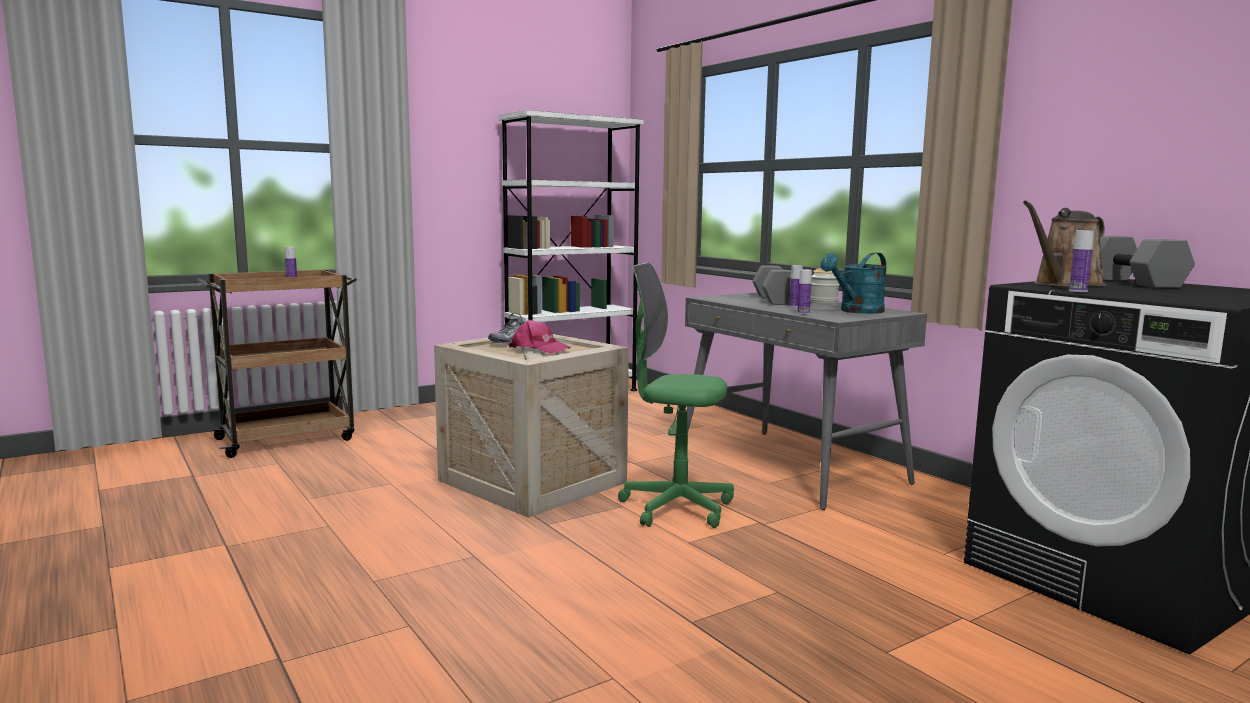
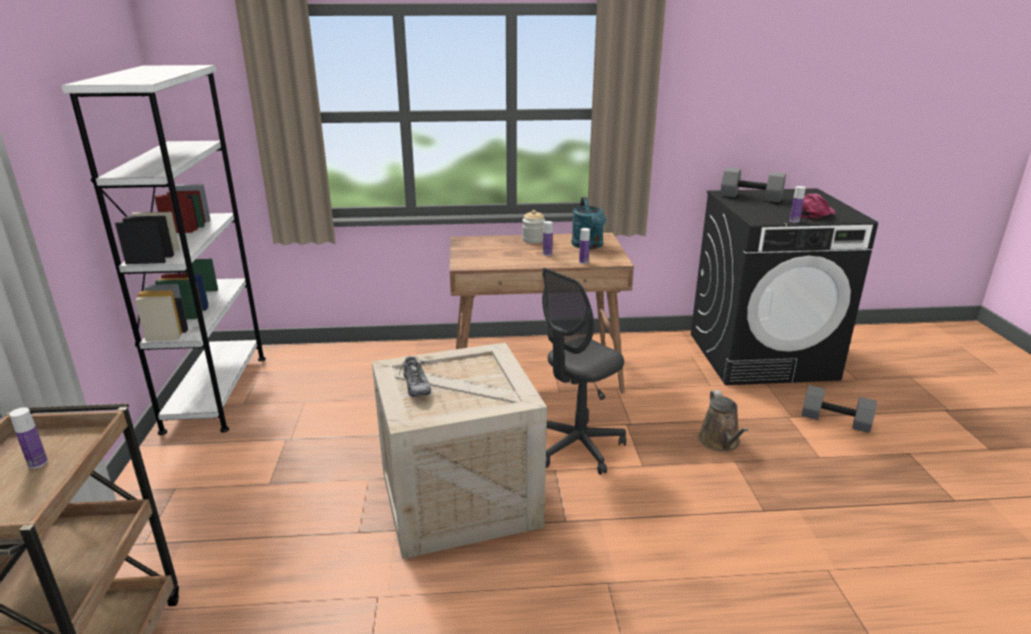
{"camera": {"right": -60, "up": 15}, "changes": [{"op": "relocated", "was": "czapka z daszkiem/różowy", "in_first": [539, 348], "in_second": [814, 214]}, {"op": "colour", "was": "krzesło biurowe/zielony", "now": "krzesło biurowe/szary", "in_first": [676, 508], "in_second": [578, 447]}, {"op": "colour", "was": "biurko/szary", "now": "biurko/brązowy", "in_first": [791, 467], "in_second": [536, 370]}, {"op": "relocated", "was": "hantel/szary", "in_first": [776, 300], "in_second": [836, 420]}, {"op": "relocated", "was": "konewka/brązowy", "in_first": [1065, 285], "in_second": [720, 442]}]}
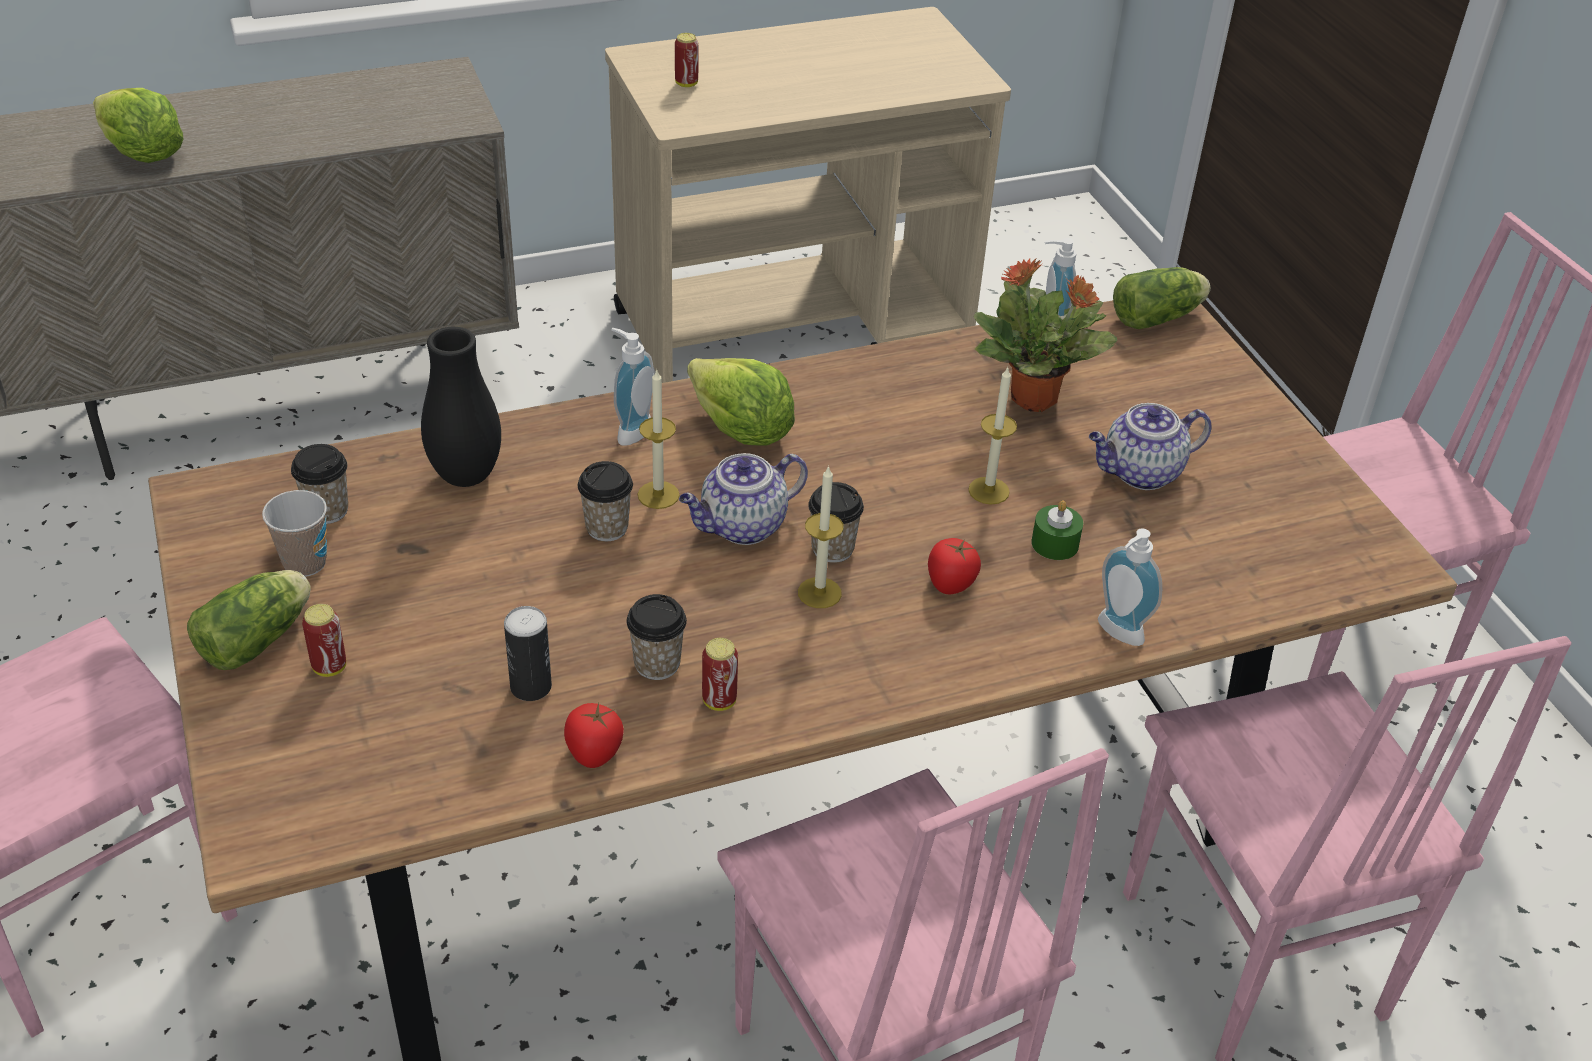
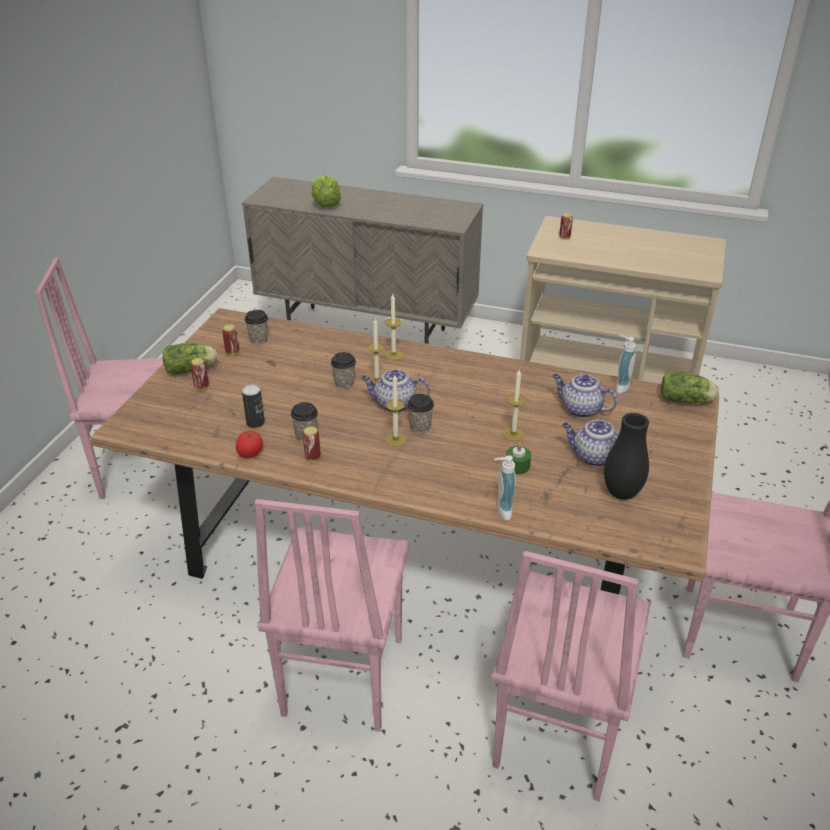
{"camera": {"right": 40, "up": -5}, "changes": [{"op": "exchanged", "was": "filiżanka", "now": "puszka", "in_first": [305, 563], "in_second": [232, 353]}, {"op": "relocated", "was": "wazon/czarny", "in_first": [466, 476], "in_second": [621, 493]}, {"op": "exchanged", "was": "dozownik mydła", "now": "świeca", "in_first": [630, 430], "in_second": [393, 355]}, {"op": "missing", "was": "sałata", "in_first": [741, 432]}, {"op": "missing", "was": "pomidor", "in_first": [950, 583]}, {"op": "exchanged", "was": "roślina doniczkowa", "now": "imbryk", "in_first": [1035, 399], "in_second": [580, 409]}]}
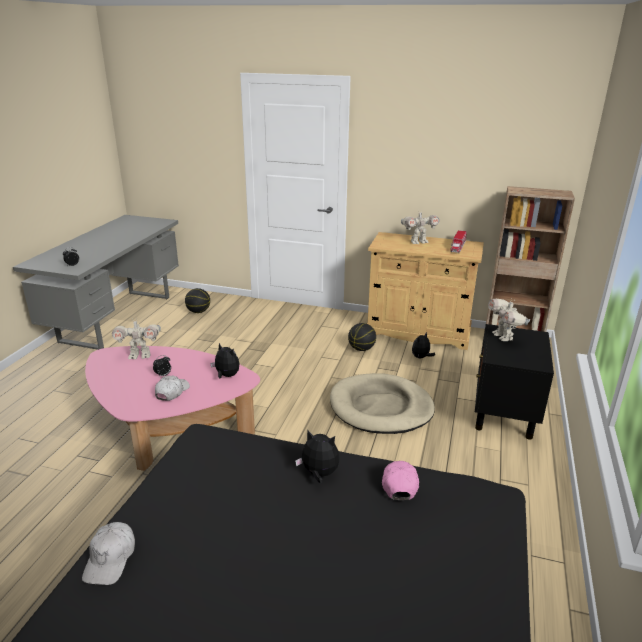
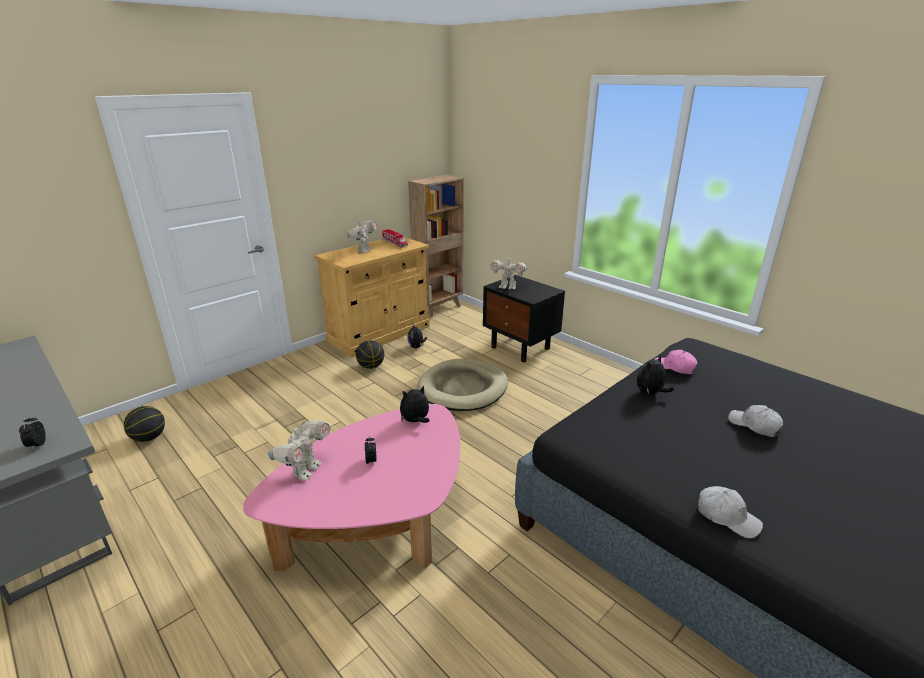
{"camera": {"right": -60, "up": 0}, "changes": [{"op": "relocated", "was": "czapka z daszkiem/biały", "in_first": [172, 392], "in_second": [754, 425]}]}
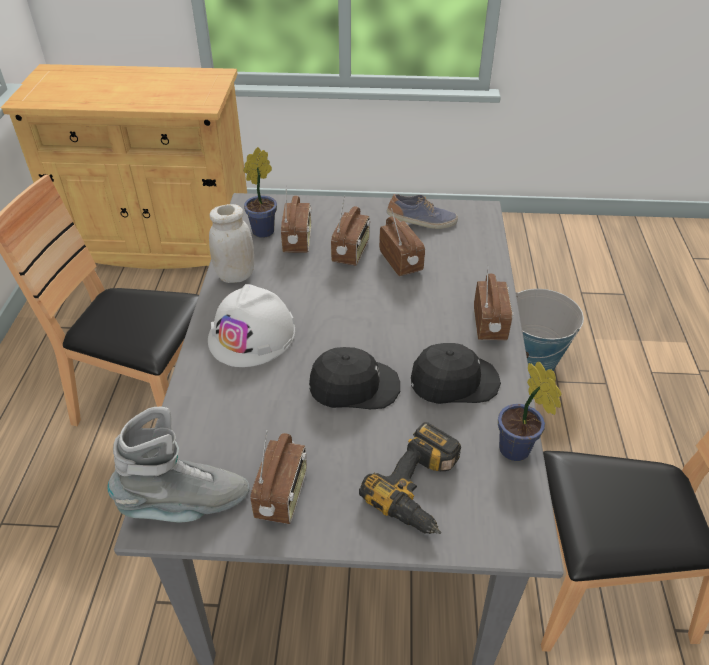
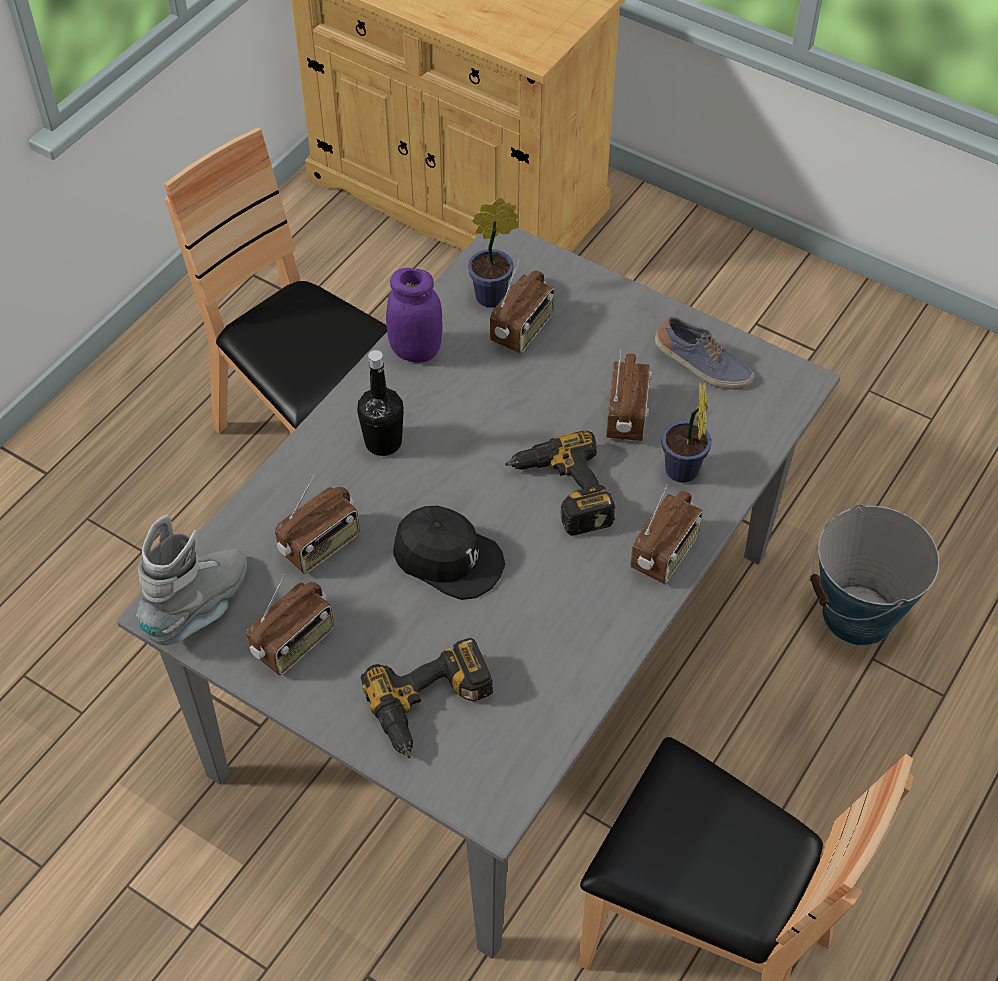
{"camera": {"right": 30, "up": 10}, "changes": [{"op": "spun", "was": "but z cholewką/szary", "in_first": [186, 505], "in_second": [200, 608], "clockwise": -75}, {"op": "exchanged", "was": "kask/biały", "now": "butelka/czarny", "in_first": [252, 335], "in_second": [383, 442]}, {"op": "colour", "was": "słoik/biały", "now": "słoik/fioletowy", "in_first": [235, 276], "in_second": [416, 351]}, {"op": "relocated", "was": "radio", "in_first": [351, 252], "in_second": [321, 546]}, {"op": "missing", "was": "czapka z daszkiem/czarny", "in_first": [454, 382]}, {"op": "relocated", "was": "roślina doniczkowa", "in_first": [517, 452], "in_second": [682, 474]}, {"op": "appeared", "now": "wiertarka", "in_second": [560, 492]}]}
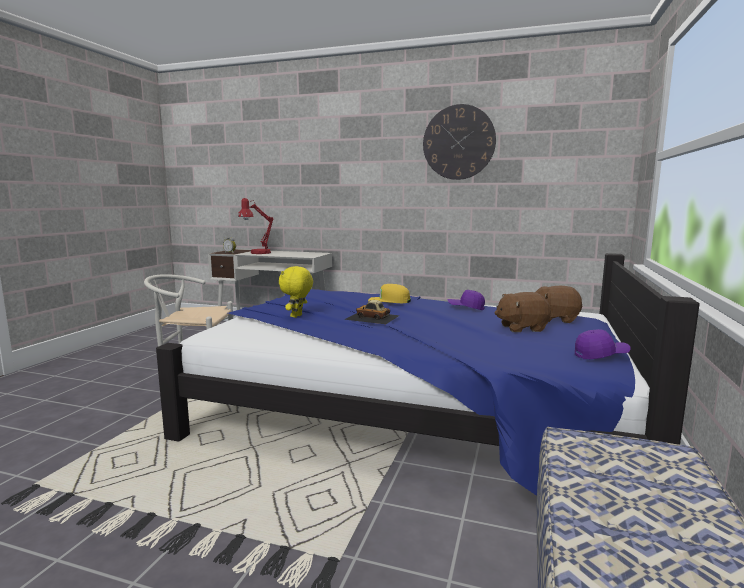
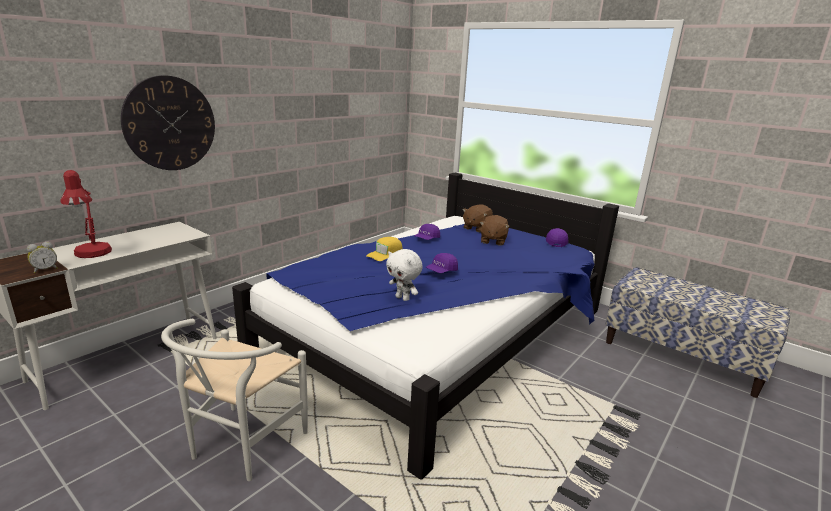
{"camera": {"right": -70, "up": 10}, "changes": [{"op": "colour", "was": "pluszak/żółty", "now": "pluszak/biały", "in_first": [297, 317], "in_second": [403, 298]}, {"op": "exchanged", "was": "samochodzik", "now": "czapka z daszkiem/fioletowy", "in_first": [372, 317], "in_second": [441, 271]}, {"op": "relocated", "was": "zegar ścienny", "in_first": [458, 142], "in_second": [170, 124]}]}
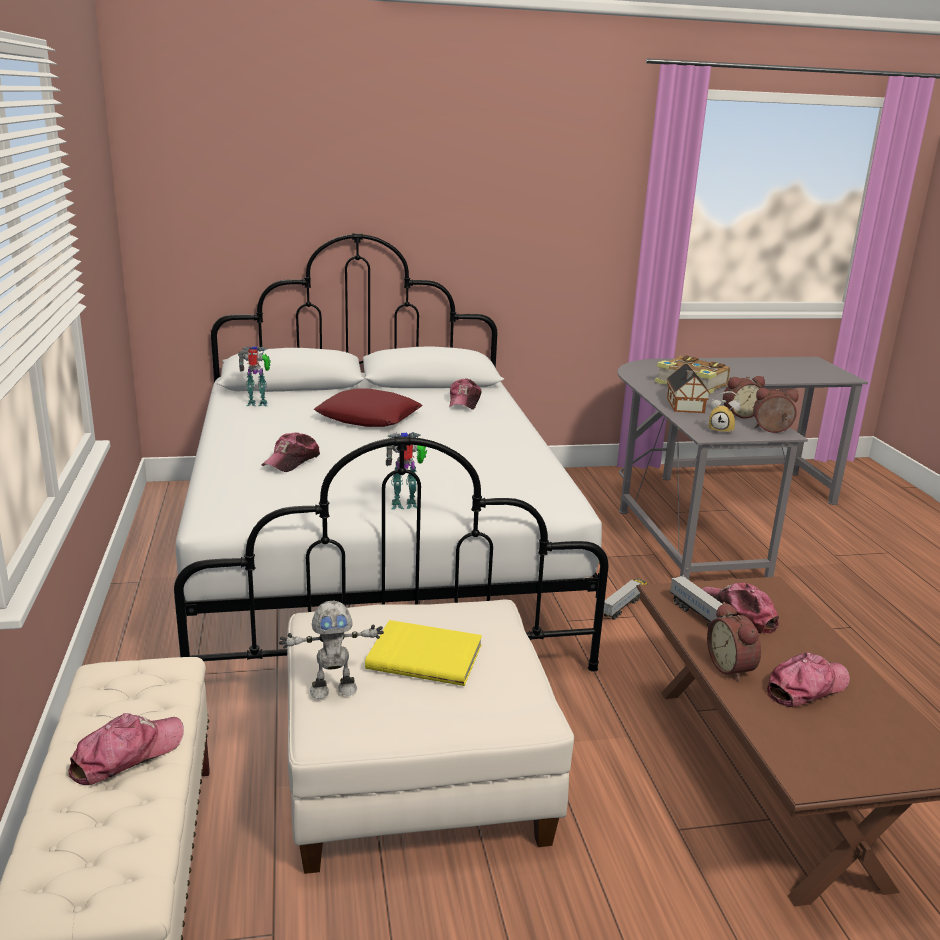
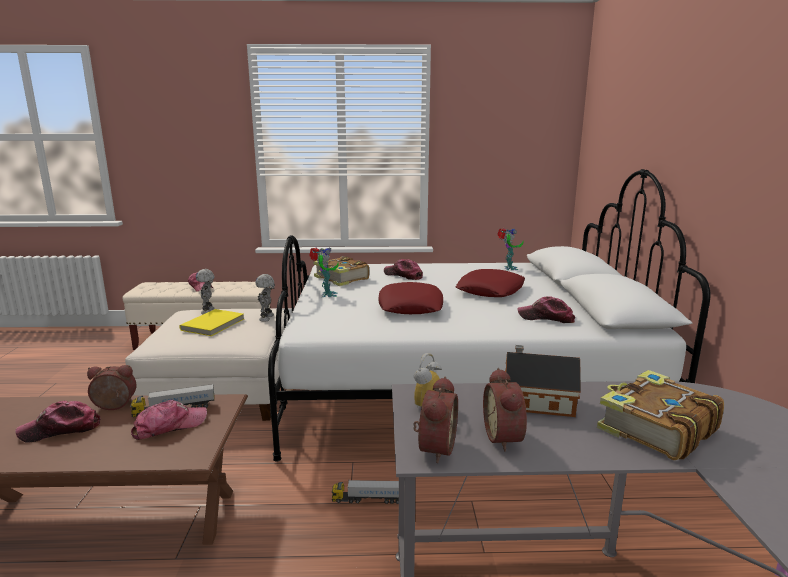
{"camera": {"right": 100, "up": -5}, "changes": [{"op": "spun", "was": "ciężarówka zabawkowa", "in_first": [624, 606], "in_second": [369, 499], "clockwise": 135}, {"op": "spun", "was": "czapka z daszkiem", "in_first": [806, 688], "in_second": [61, 429], "clockwise": 90}, {"op": "appeared", "now": "robot zabawkowy", "in_second": [267, 318]}, {"op": "appeared", "now": "książka", "in_second": [341, 279]}, {"op": "appeared", "now": "poduszka/czerwony", "in_second": [411, 306]}]}
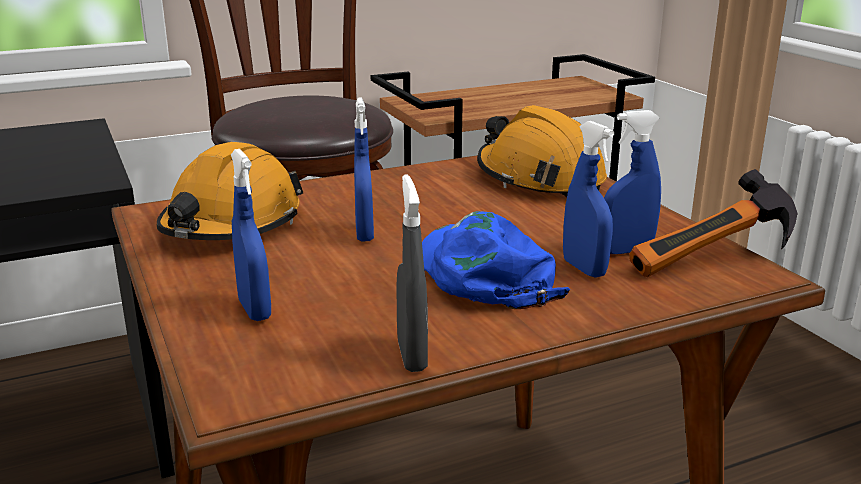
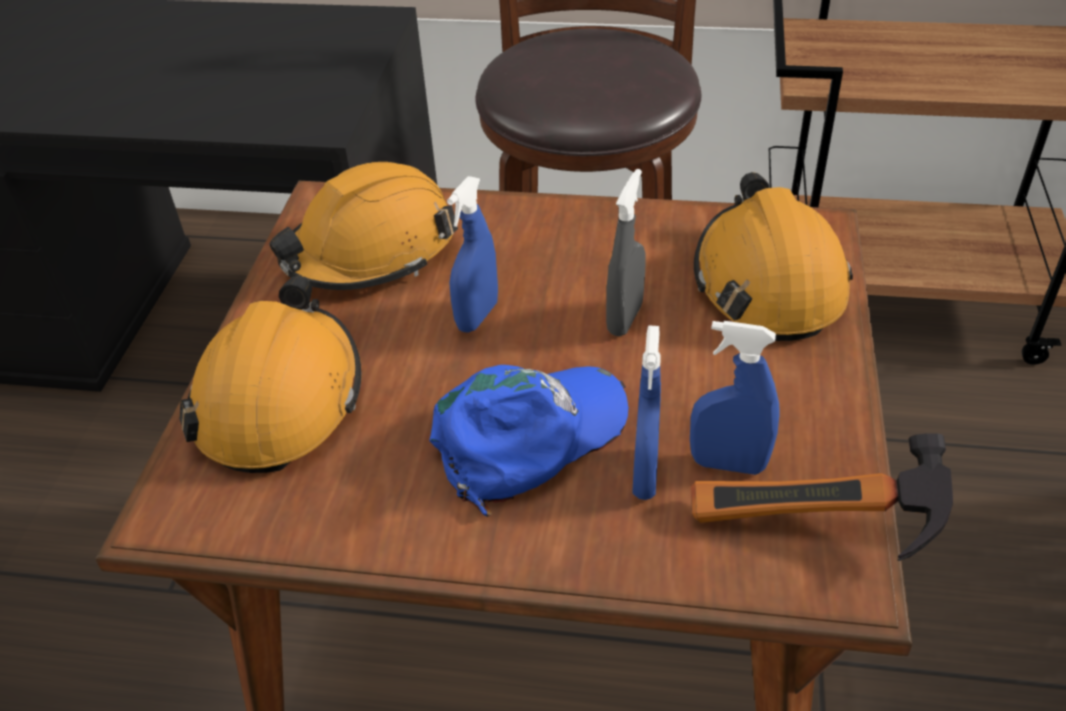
{"camera": {"right": 35, "up": 20}, "changes": [{"op": "exchanged", "was": "spryskiwacz/niebieski", "now": "kask/pomarańczowy", "in_first": [254, 310], "in_second": [280, 399]}, {"op": "relocated", "was": "spryskiwacz/szary", "in_first": [412, 356], "in_second": [625, 318]}, {"op": "spun", "was": "czapka z daszkiem/niebieski", "in_first": [483, 274], "in_second": [529, 436], "clockwise": 45}]}
